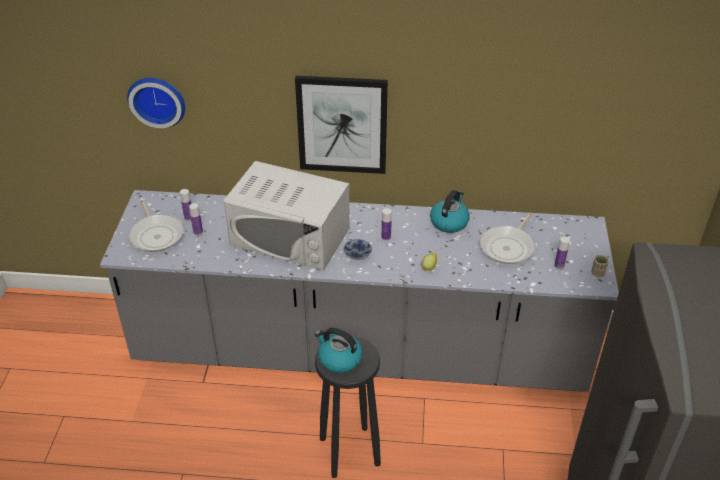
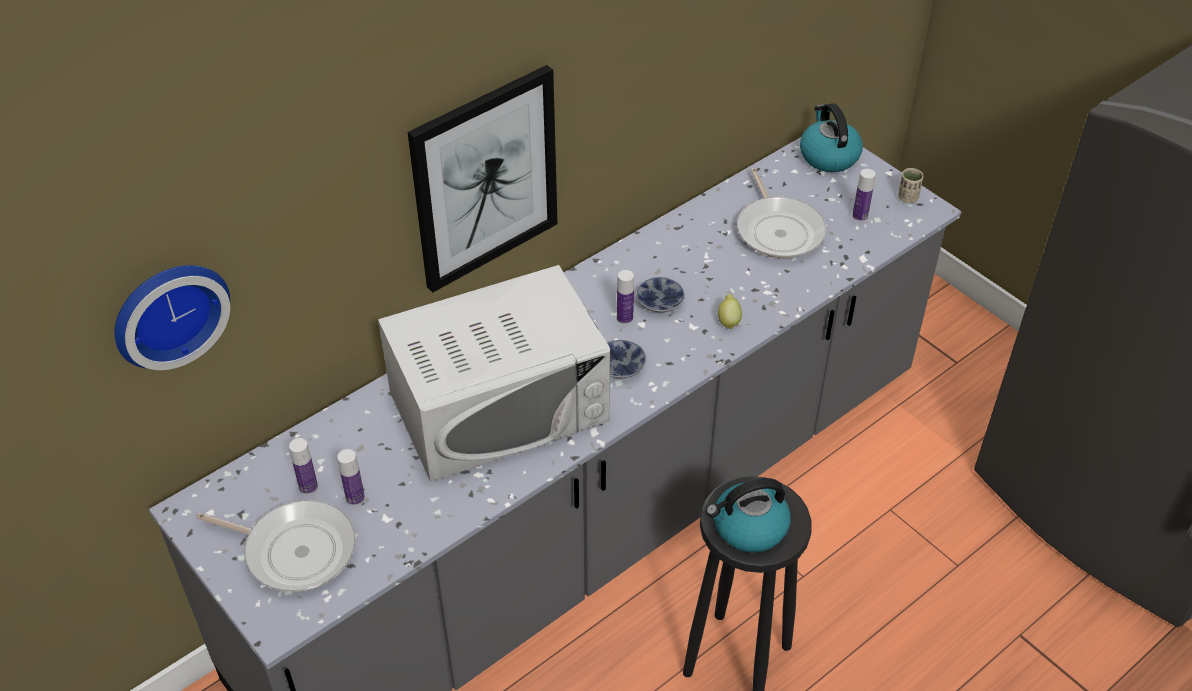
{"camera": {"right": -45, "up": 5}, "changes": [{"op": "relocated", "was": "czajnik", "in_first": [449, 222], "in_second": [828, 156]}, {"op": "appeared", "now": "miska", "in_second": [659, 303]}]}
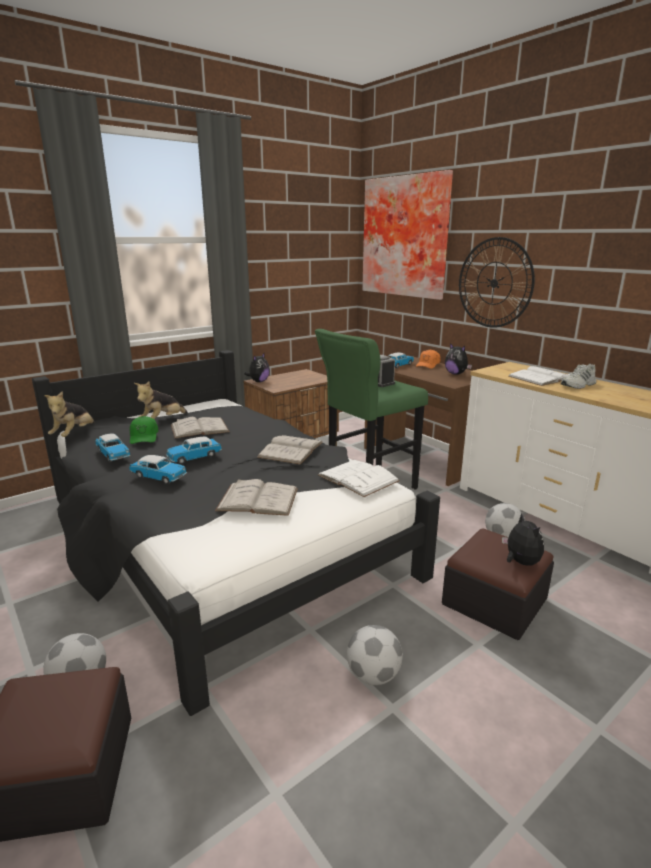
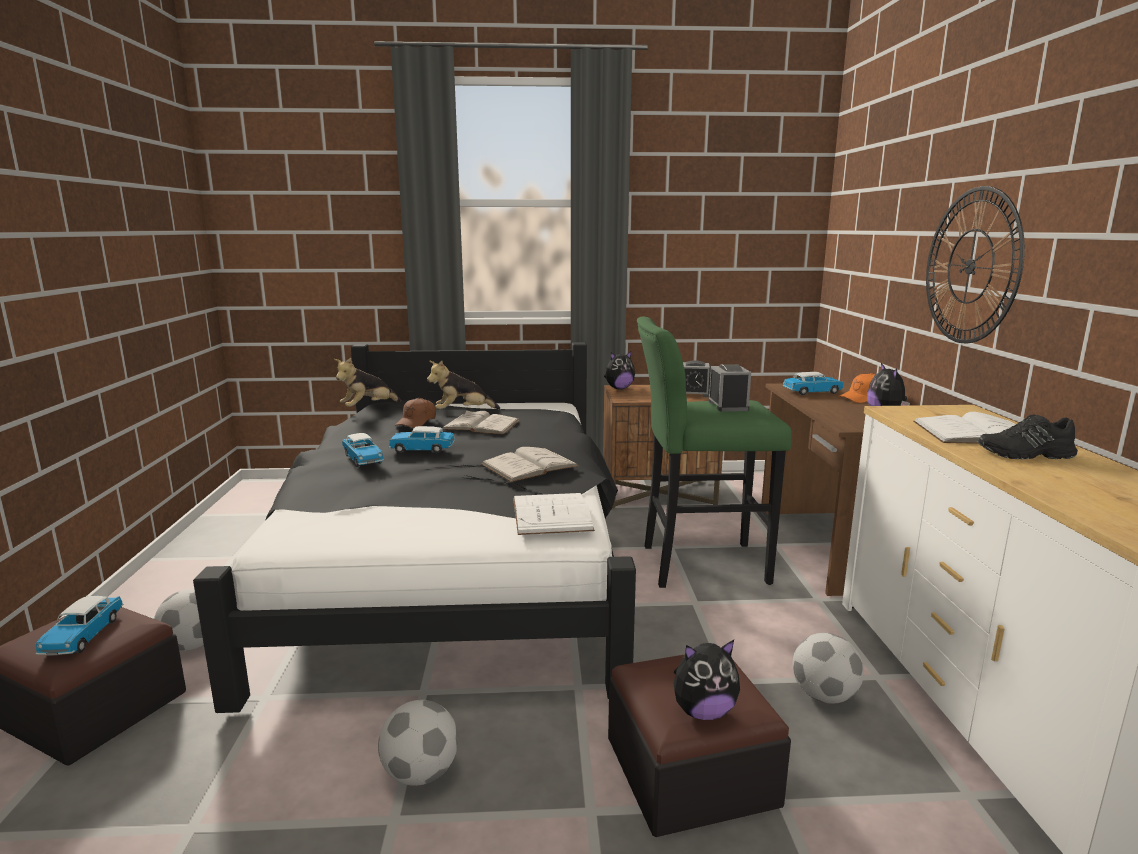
{"camera": {"right": 35, "up": -5}, "changes": [{"op": "relocated", "was": "samochodzik", "in_first": [113, 454], "in_second": [83, 636]}, {"op": "colour", "was": "czapka z daszkiem/zielony", "now": "czapka z daszkiem/brązowy", "in_first": [144, 437], "in_second": [416, 422]}, {"op": "missing", "was": "książka/biały", "in_first": [258, 499]}, {"op": "missing", "was": "obraz", "in_first": [406, 237]}, {"op": "spun", "was": "pluszak", "in_first": [520, 562], "in_second": [703, 711], "clockwise": 60}, {"op": "colour", "was": "but/biały", "now": "but/czarny", "in_first": [578, 385], "in_second": [1026, 454]}, {"op": "appeared", "now": "budzik", "in_second": [693, 393]}]}
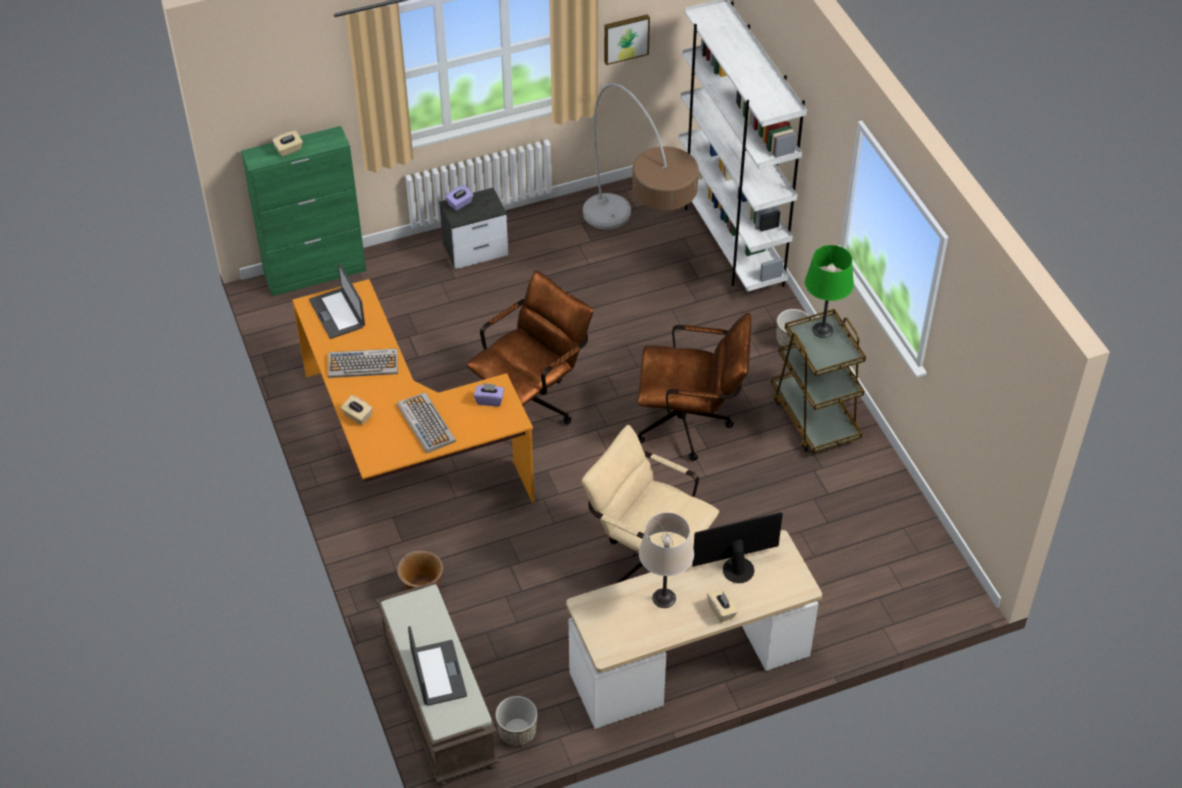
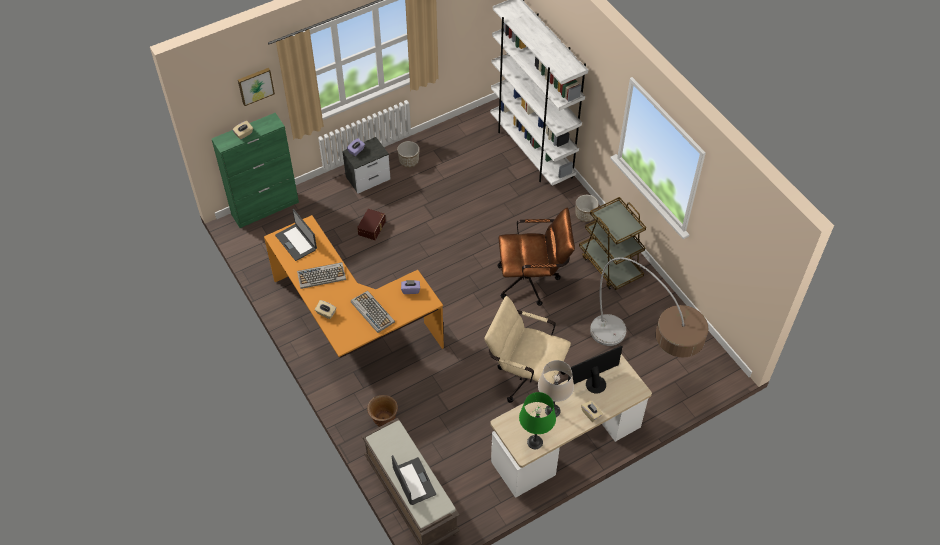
{"camera": {"right": -10, "up": 5}, "changes": [{"op": "missing", "was": "krzesło biurowe/brązowy", "in_first": [532, 402]}, {"op": "relocated", "was": "donica", "in_first": [517, 732], "in_second": [409, 161]}, {"op": "relocated", "was": "lampa stojąca", "in_first": [638, 254], "in_second": [641, 364]}, {"op": "relocated", "was": "obraz", "in_first": [625, 38], "in_second": [255, 85]}, {"op": "relocated", "was": "lampa stołowa/zielony", "in_first": [823, 330], "in_second": [535, 442]}, {"op": "appeared", "now": "pojemnik do przechowywania/brązowy", "in_second": [372, 228]}]}
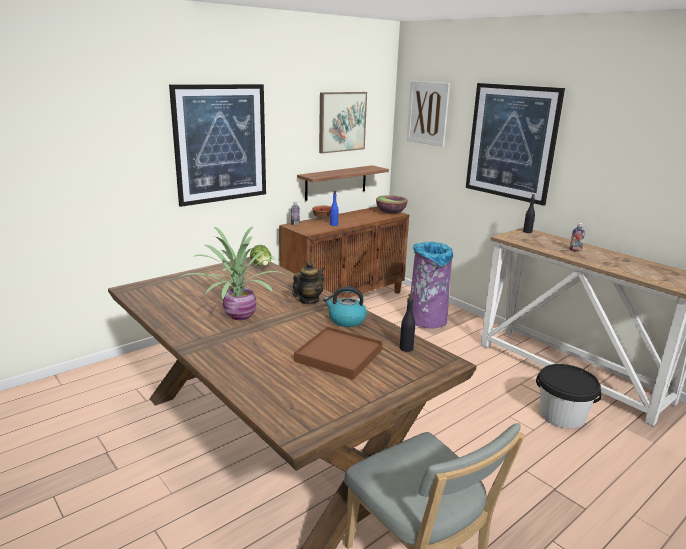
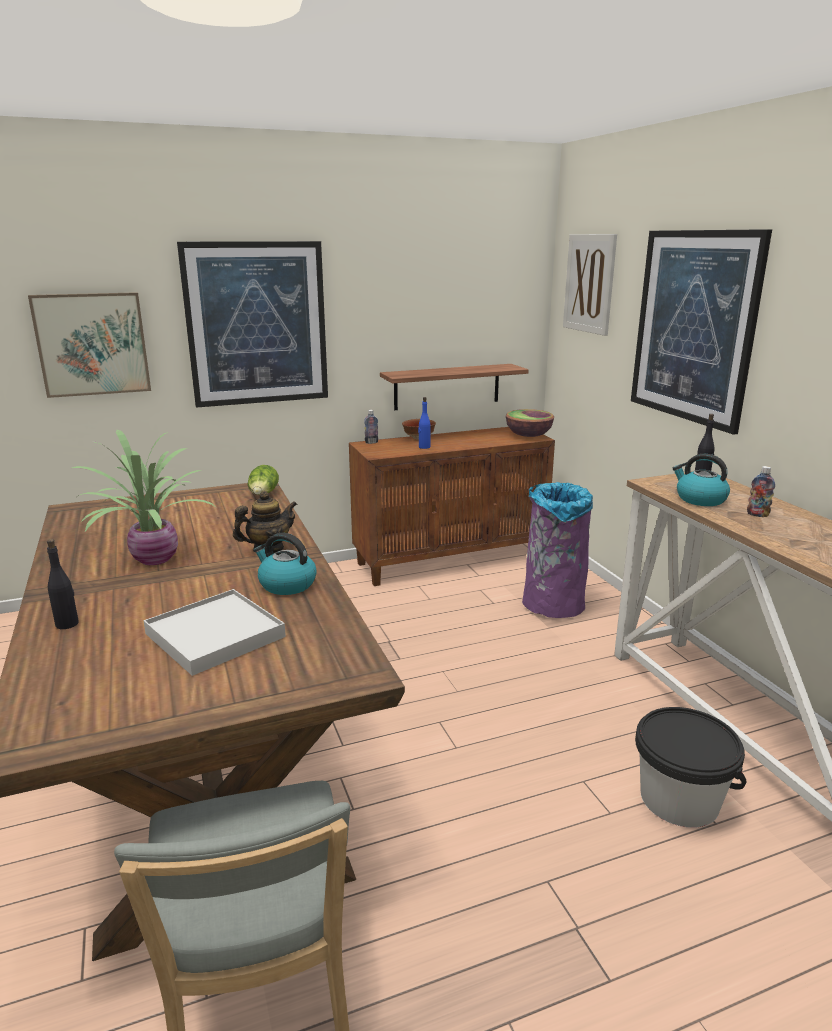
{"camera": {"right": 20, "up": 0}, "changes": [{"op": "colour", "was": "taca/brązowy", "now": "taca/biały", "in_first": [339, 355], "in_second": [215, 635]}, {"op": "relocated", "was": "obraz", "in_first": [342, 122], "in_second": [92, 344]}, {"op": "relocated", "was": "butelka/czarny", "in_first": [406, 348], "in_second": [67, 624]}, {"op": "appeared", "now": "czajnik", "in_second": [699, 499]}]}
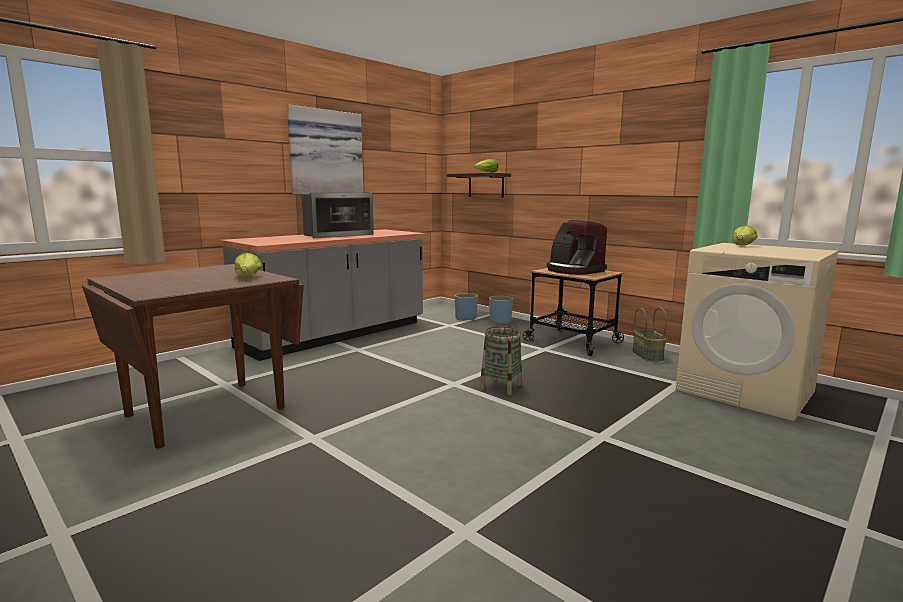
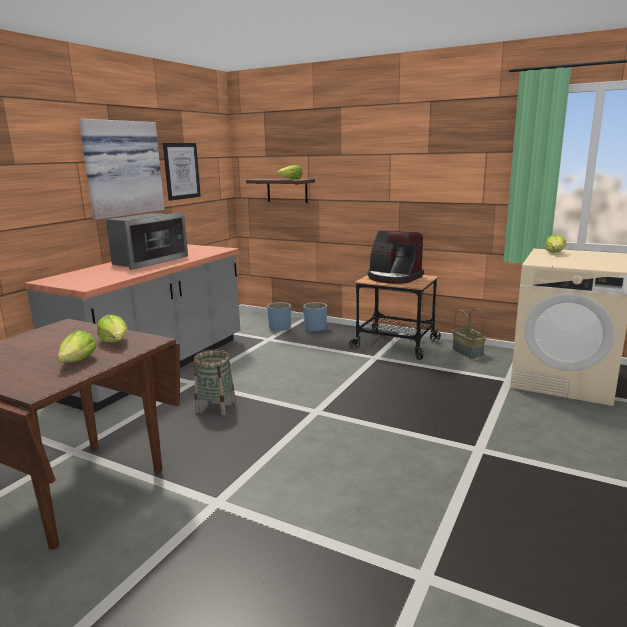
{"camera": {"right": -15, "up": 5}, "changes": [{"op": "relocated", "was": "koszyk", "in_first": [501, 386], "in_second": [215, 407]}, {"op": "appeared", "now": "sałata", "in_second": [78, 361]}, {"op": "appeared", "now": "obraz", "in_second": [181, 171]}]}
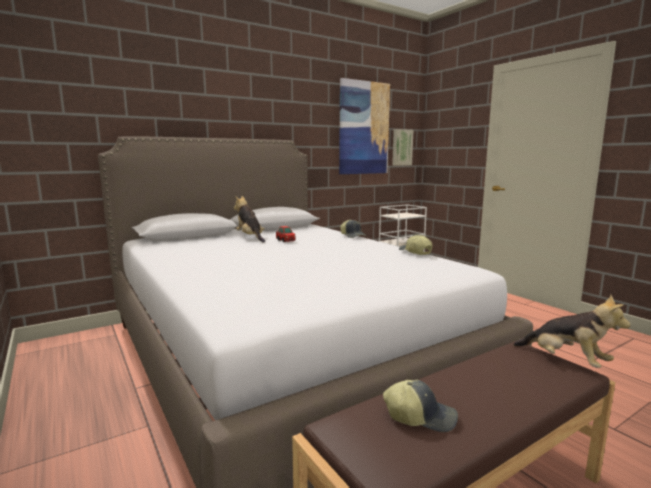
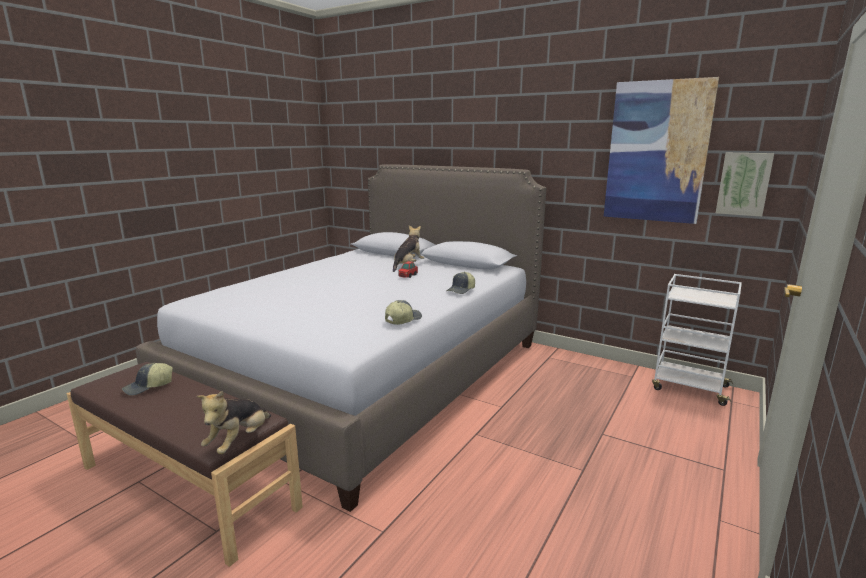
{"camera": {"right": 65, "up": 5}, "changes": [{"op": "spun", "was": "czapka z daszkiem", "in_first": [420, 416], "in_second": [148, 387], "clockwise": 60}]}
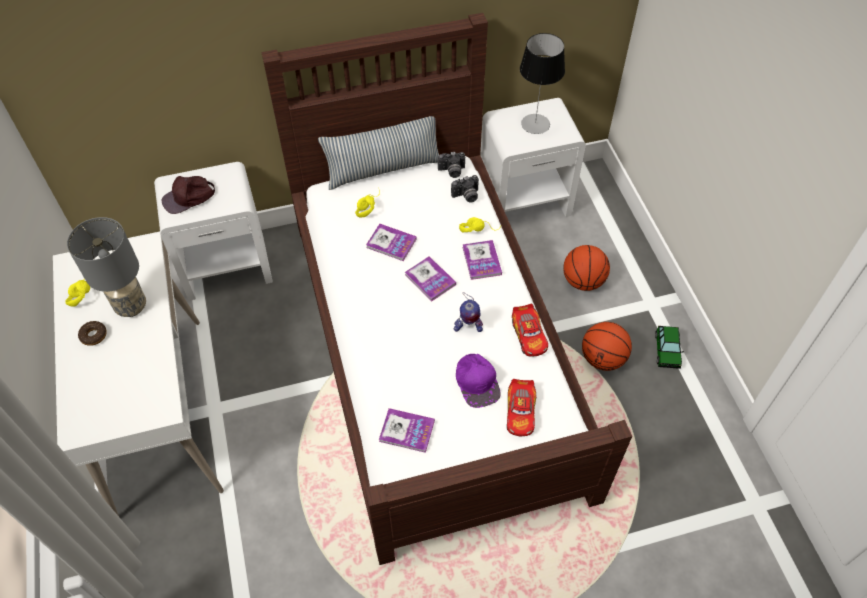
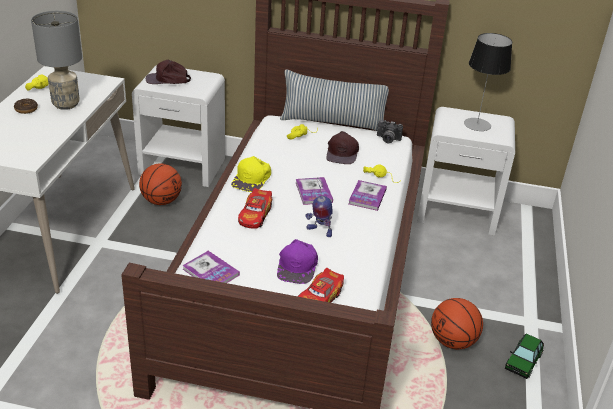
{"camera": {"right": 25, "up": -20}, "changes": [{"op": "missing", "was": "książka", "in_first": [391, 243]}, {"op": "missing", "was": "aparat fotograficzny", "in_first": [466, 196]}, {"op": "relocated", "was": "samochodzik", "in_first": [529, 335], "in_second": [255, 215]}, {"op": "relocated", "was": "piłka do koszykówki", "in_first": [583, 281], "in_second": [161, 201]}, {"op": "appeared", "now": "czapka z daszkiem/żółty", "in_second": [252, 179]}, {"op": "appeared", "now": "czapka z daszkiem/brązowy", "in_second": [343, 152]}]}
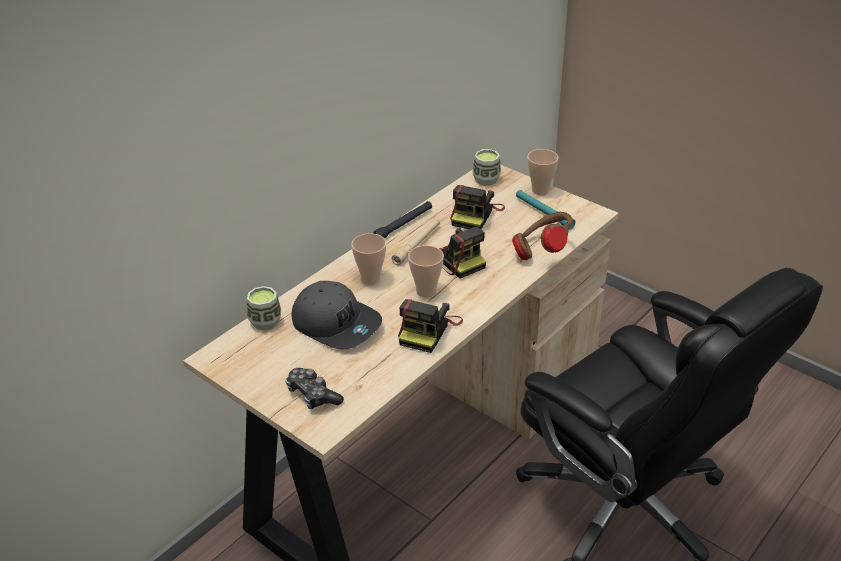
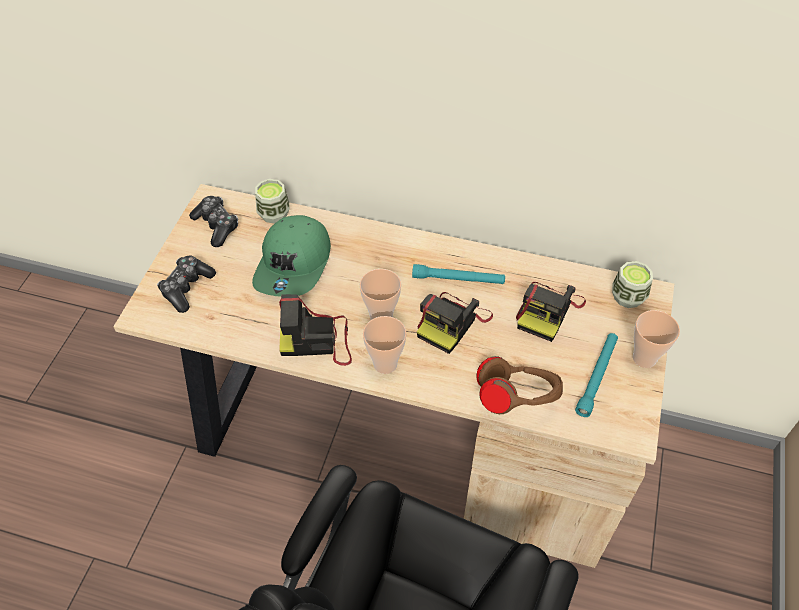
{"camera": {"right": 65, "up": 15}, "changes": [{"op": "colour", "was": "czapka z daszkiem/szary", "now": "czapka z daszkiem/zielony", "in_first": [336, 324], "in_second": [294, 265]}, {"op": "relocated", "was": "filiżanka", "in_first": [370, 279], "in_second": [385, 364]}, {"op": "missing", "was": "latarka/czarny", "in_first": [404, 224]}, {"op": "colour", "was": "latarka/beżowy", "now": "latarka/turkusowy", "in_first": [417, 245], "in_second": [458, 279]}, {"op": "spun", "was": "aparat fotograficzny", "in_first": [475, 215], "in_second": [548, 311], "clockwise": -60}, {"op": "appeared", "now": "pad do gier", "in_second": [217, 226]}]}
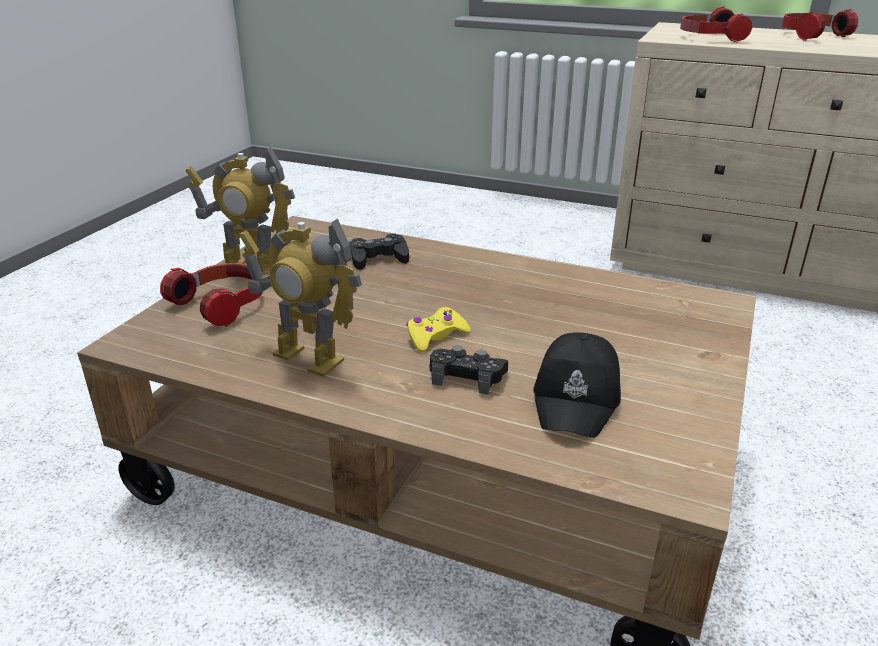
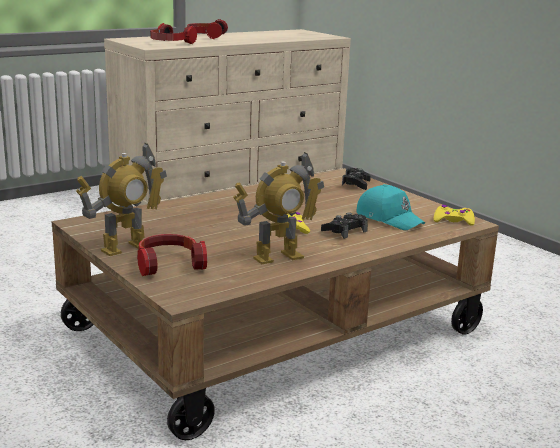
{"camera": {"right": -60, "up": -10}, "changes": [{"op": "relocated", "was": "pad do gier/czarny", "in_first": [378, 258], "in_second": [356, 184]}, {"op": "colour", "was": "czapka z daszkiem/czarny", "now": "czapka z daszkiem/turkusowy", "in_first": [577, 397], "in_second": [389, 218]}, {"op": "appeared", "now": "pad do gier/żółty", "in_second": [453, 221]}]}
